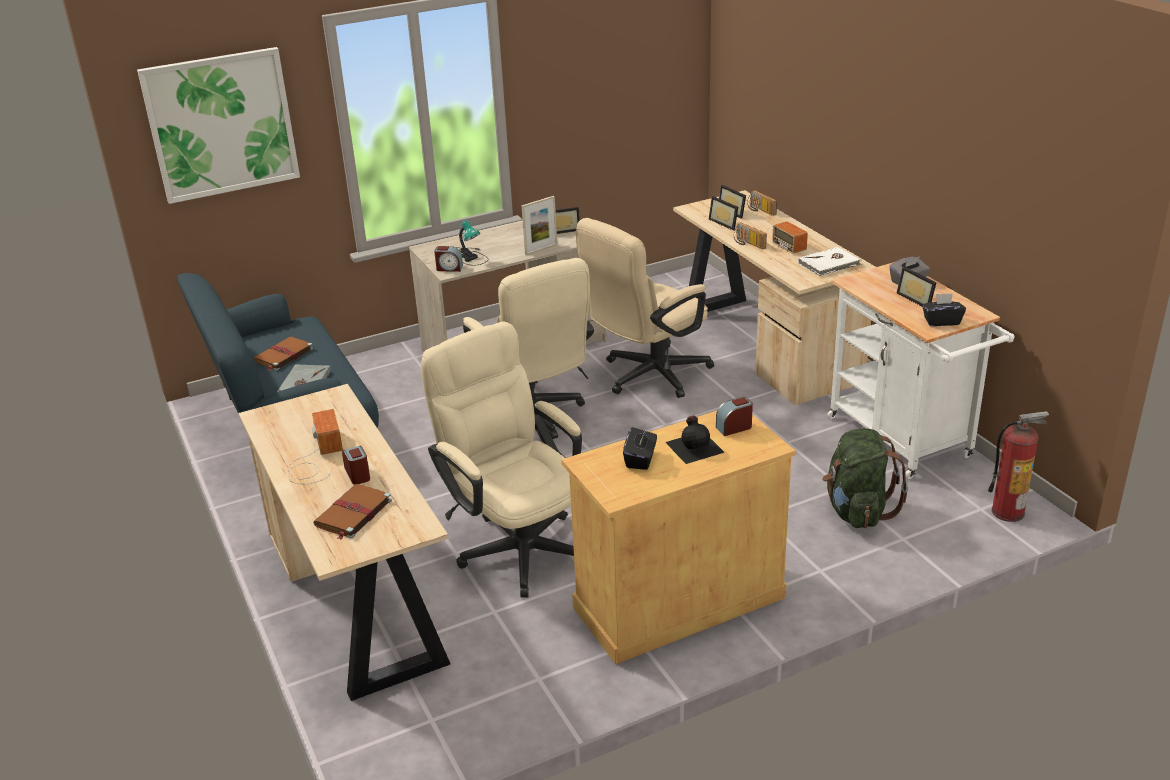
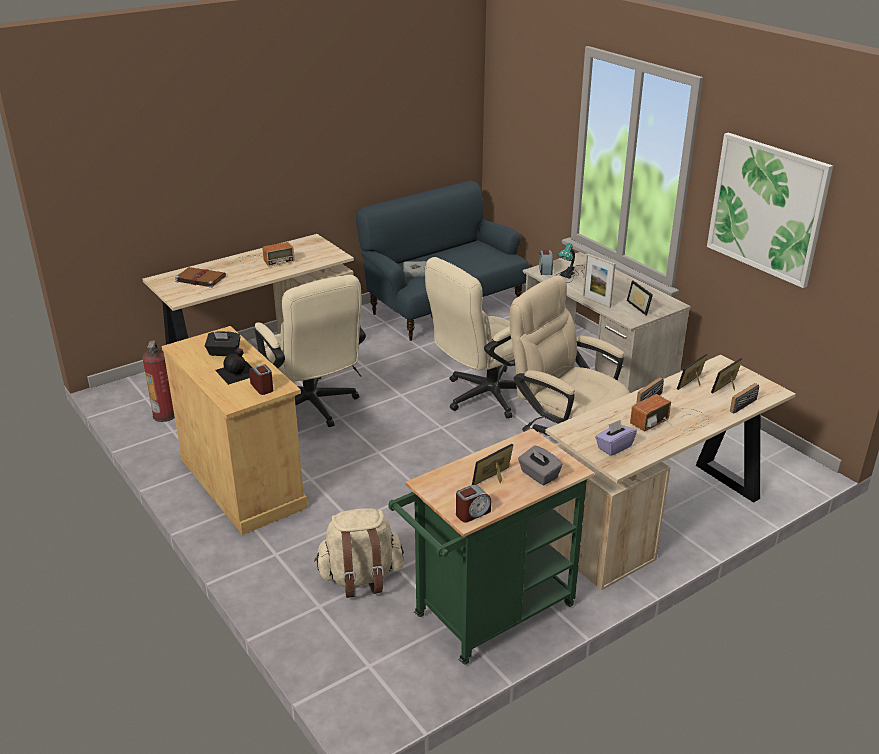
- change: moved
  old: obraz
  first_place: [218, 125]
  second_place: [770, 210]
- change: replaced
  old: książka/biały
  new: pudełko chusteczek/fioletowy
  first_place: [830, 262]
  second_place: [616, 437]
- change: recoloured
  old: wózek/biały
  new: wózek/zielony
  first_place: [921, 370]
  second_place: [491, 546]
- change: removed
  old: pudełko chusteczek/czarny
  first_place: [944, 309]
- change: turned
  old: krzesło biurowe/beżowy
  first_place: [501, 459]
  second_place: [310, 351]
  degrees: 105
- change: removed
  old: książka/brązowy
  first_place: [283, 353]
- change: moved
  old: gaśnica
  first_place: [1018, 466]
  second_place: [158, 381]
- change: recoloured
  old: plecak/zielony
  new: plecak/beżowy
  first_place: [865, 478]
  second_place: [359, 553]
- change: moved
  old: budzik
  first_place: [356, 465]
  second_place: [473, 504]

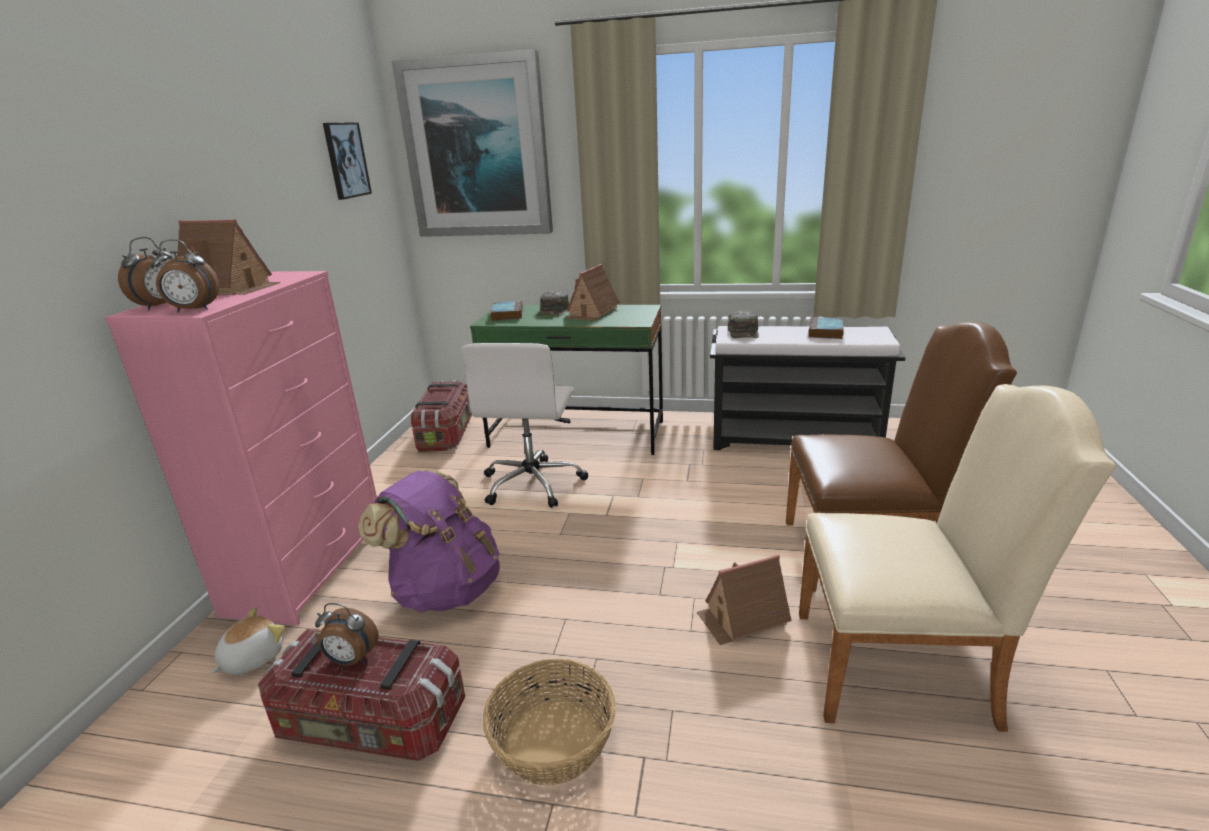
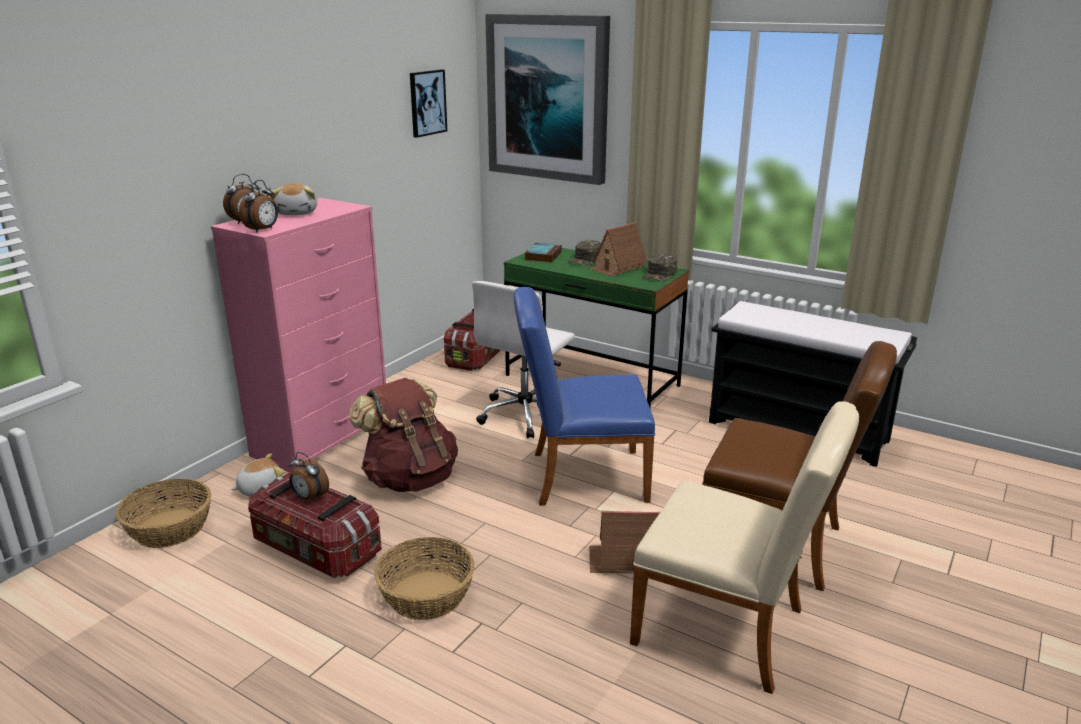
- change: replaced
  old: domek
  new: pluszak
  first_place: [228, 257]
  second_place: [293, 199]
- change: turned
  old: budzik
  first_place: [185, 275]
  second_place: [258, 206]
  degrees: -75
- change: moved
  old: czapka z daszkiem/zielony
  first_place: [743, 324]
  second_place: [659, 267]
- change: removed
  old: książka
  first_place: [826, 328]
- change: recoloured
  old: plecak/fioletowy
  new: plecak/brązowy
  first_place: [429, 541]
  second_place: [403, 435]
- change: added
  new: krzesło/niebieski
  second_place: [584, 396]
- change: added
  new: koszyk
  second_place: [163, 513]

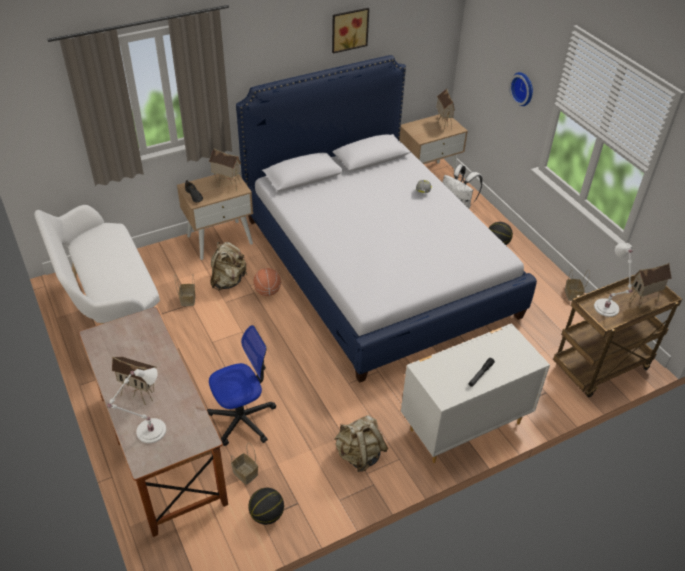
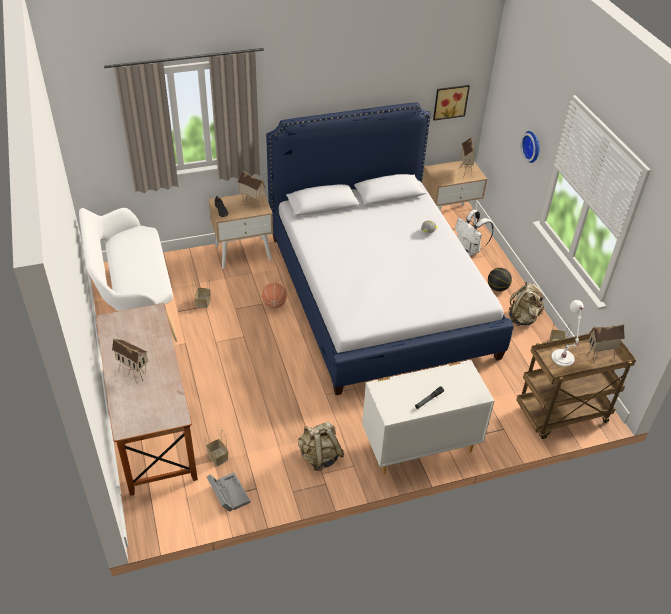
- change: moved
  old: obraz
  first_place: [350, 31]
  second_place: [451, 103]
- change: moved
  old: plecak/beżowy
  first_place: [228, 266]
  second_place: [527, 304]
- change: removed
  old: krzesło biurowe
  first_place: [241, 385]
- change: removed
  old: lampa stołowa/biały
  first_place: [136, 405]
- change: replaced
  old: piłka do koszykówki
  new: pojemnik do przechowywania/szary
  first_place: [266, 506]
  second_place: [228, 492]

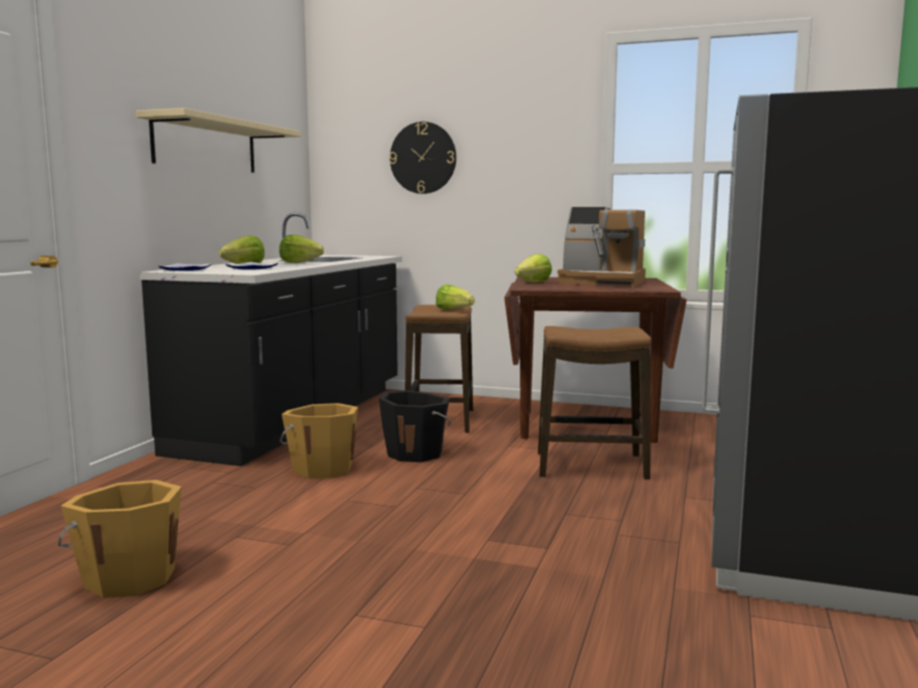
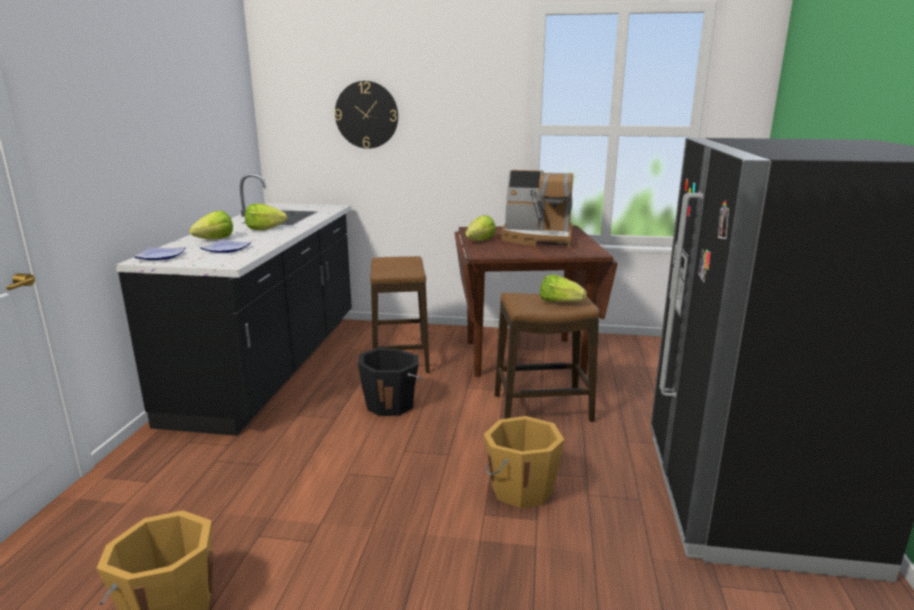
- change: removed
  old: półka/beżowy
  first_place: [218, 140]
- change: moved
  old: sałata
  first_place: [455, 297]
  second_place: [563, 288]
- change: moved
  old: wiadro/pomarańczowy
  first_place: [319, 440]
  second_place: [524, 462]

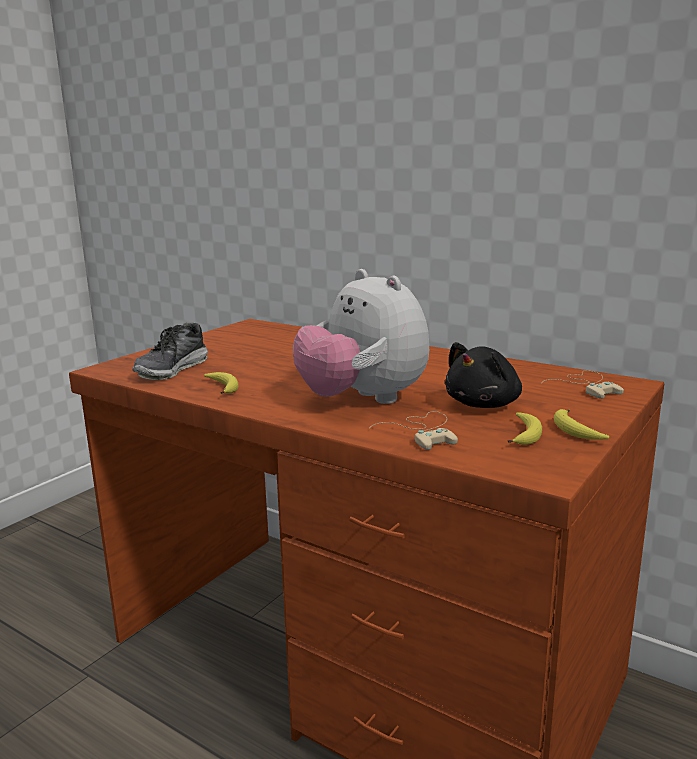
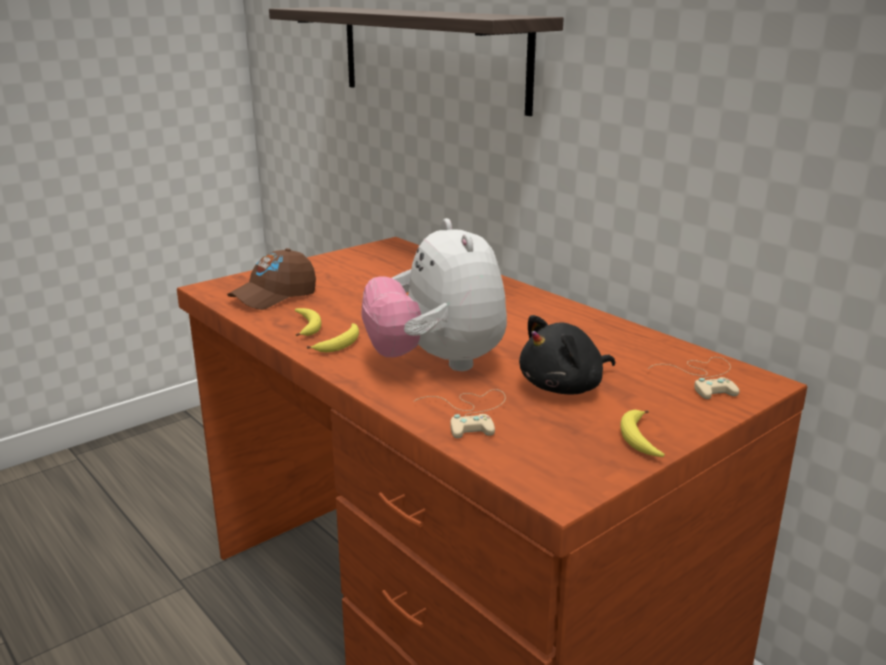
- change: replaced
  old: but
  new: czapka z daszkiem/brązowy
  first_place: [170, 351]
  second_place: [271, 279]
- change: moved
  old: banan
  first_place: [525, 428]
  second_place: [333, 337]
- change: added
  new: półka
  second_place: [416, 61]

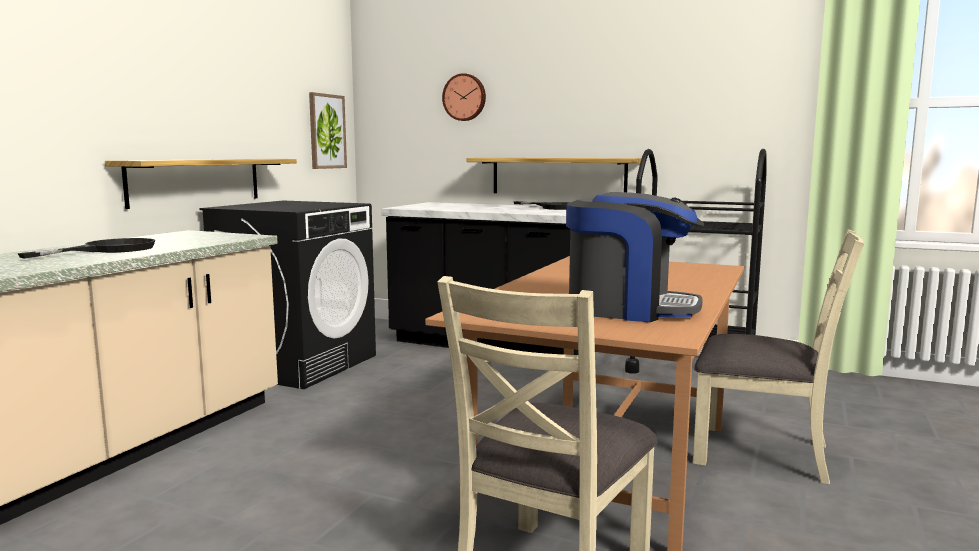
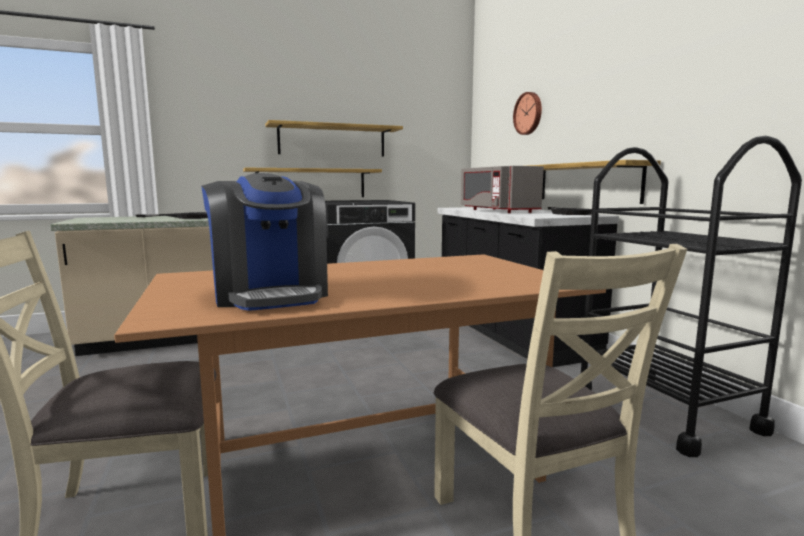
- change: removed
  old: obraz
  first_place: [328, 130]
- change: added
  new: półka
  second_place: [334, 138]
- change: added
  new: mikrofalówka/szary
  second_place: [502, 189]

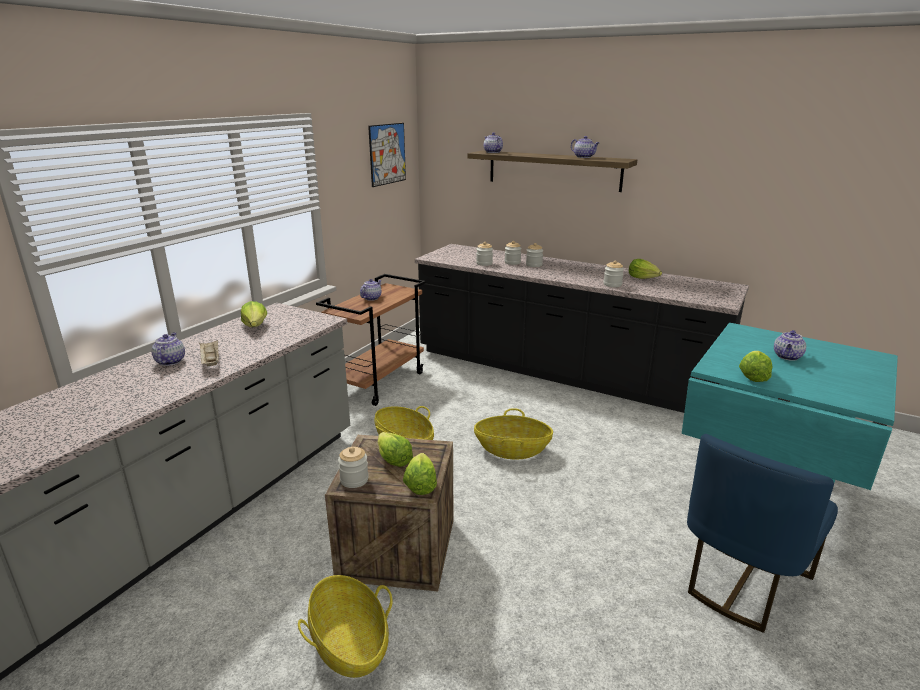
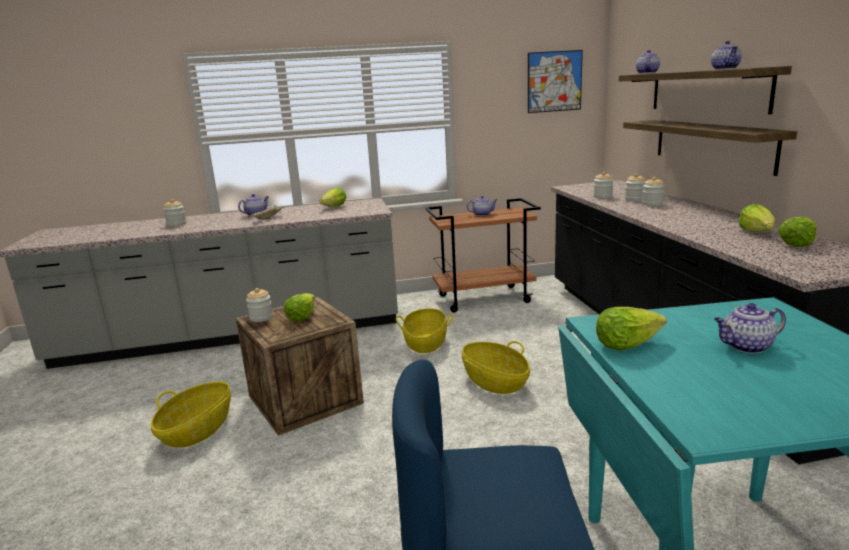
- change: moved
  old: słoik
  first_place: [614, 273]
  second_place: [174, 213]
- change: moved
  old: sałata
  first_place: [420, 474]
  second_place: [797, 232]
- change: added
  new: półka
  second_place: [710, 148]

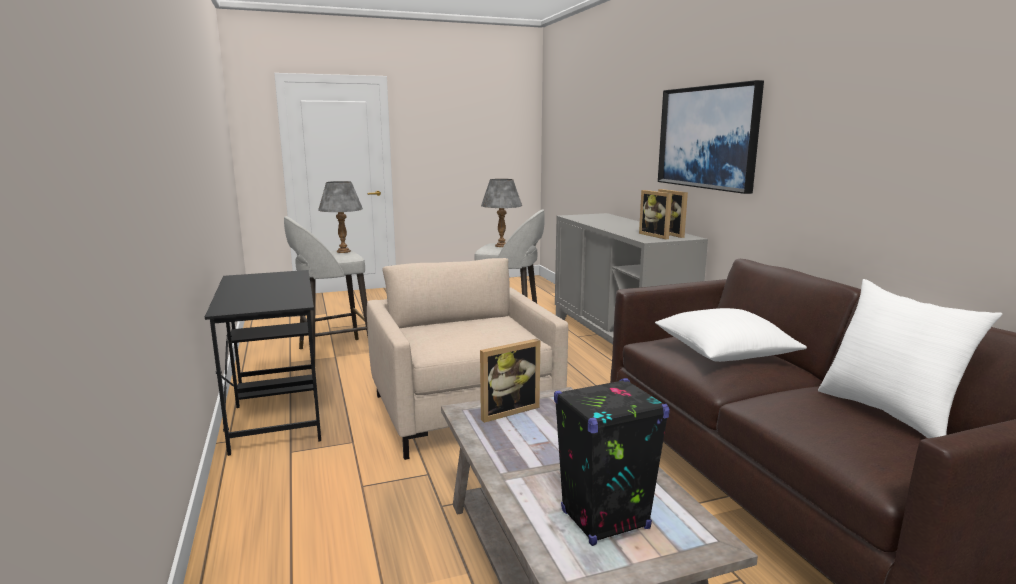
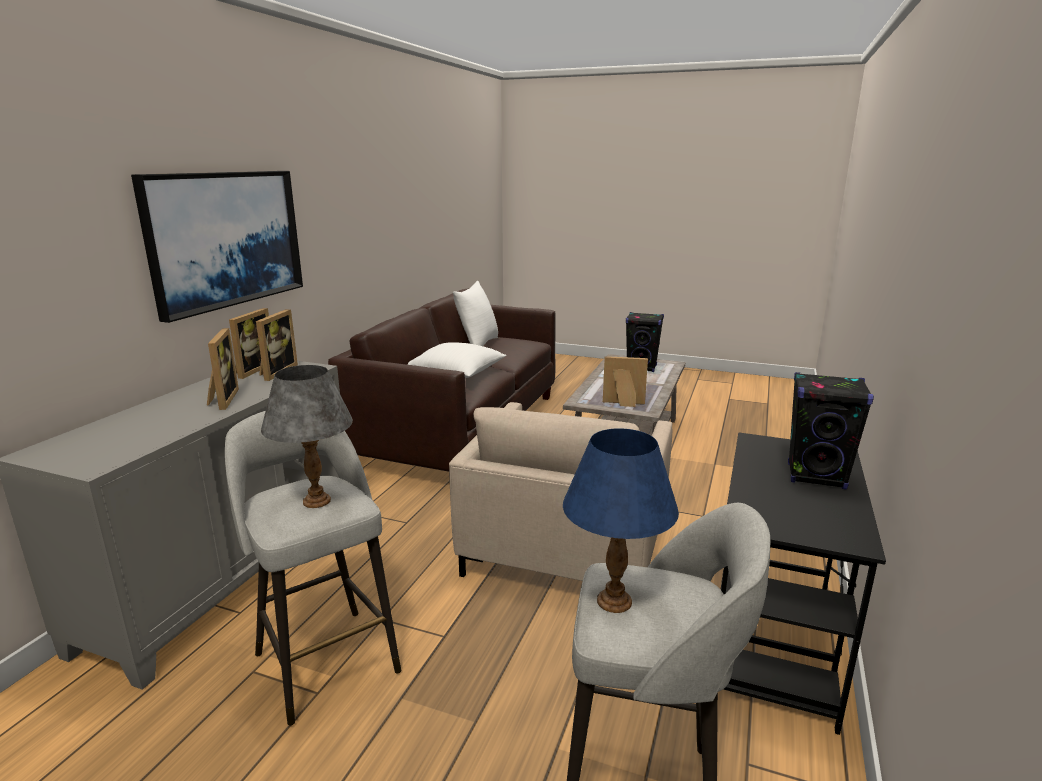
- change: recoloured
  old: lampa stołowa/szary
  new: lampa stołowa/niebieski
  first_place: [340, 217]
  second_place: [621, 520]
- change: added
  new: ramka na zdjęcie
  second_place: [223, 369]
- change: added
  new: głośnik/czarny
  second_place: [831, 431]

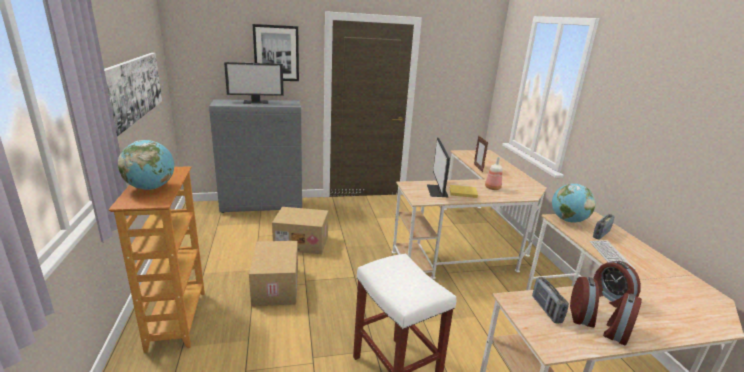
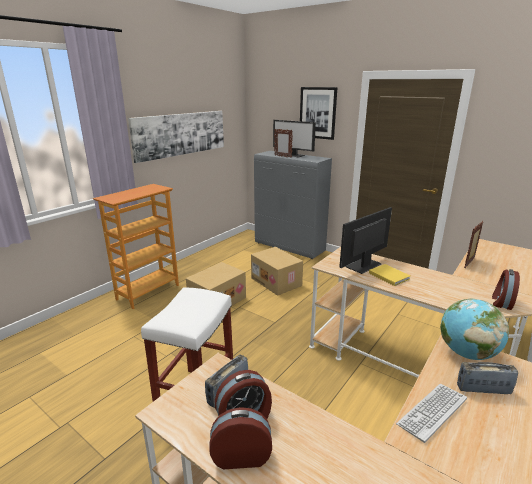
- change: removed
  old: globus
  first_place: [146, 165]
- change: removed
  old: butelka
  first_place: [494, 173]
- change: moved
  old: budzik
  first_place: [617, 284]
  second_place: [506, 289]
- change: added
  new: ramka na zdjęcie
  second_place: [283, 143]

